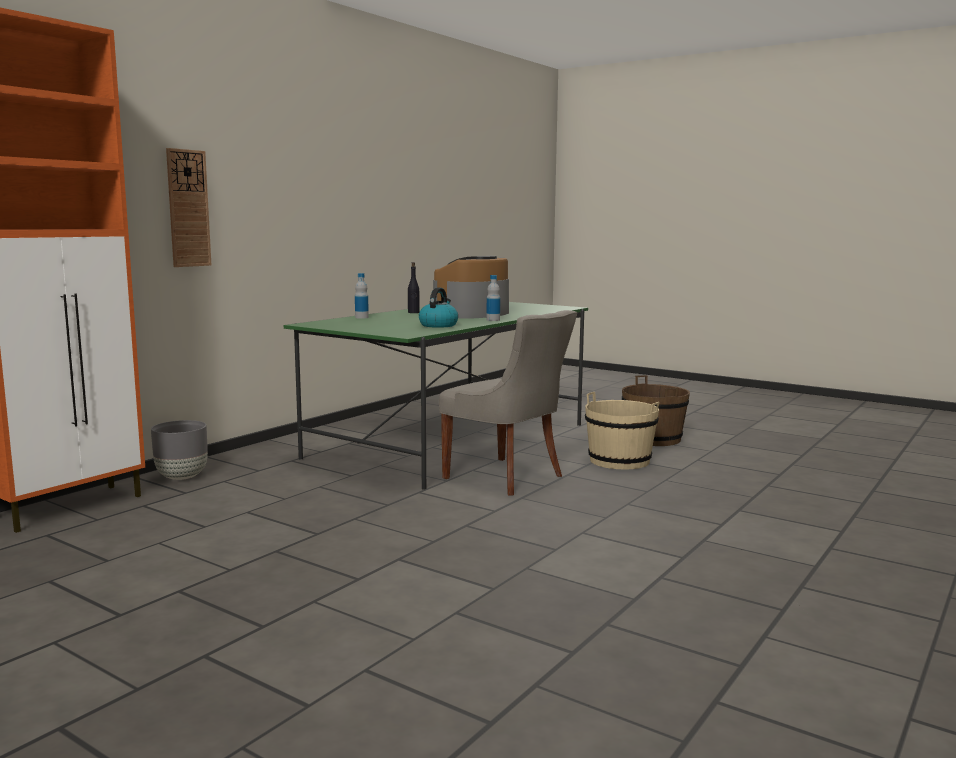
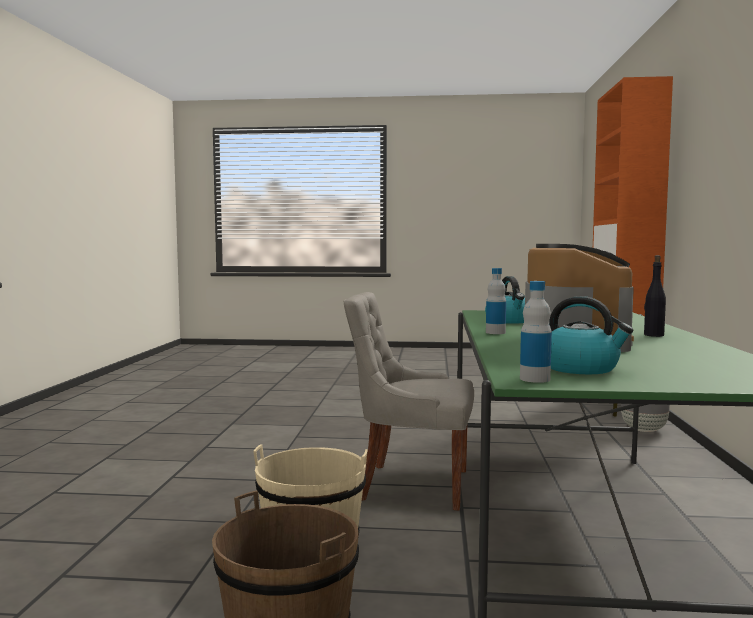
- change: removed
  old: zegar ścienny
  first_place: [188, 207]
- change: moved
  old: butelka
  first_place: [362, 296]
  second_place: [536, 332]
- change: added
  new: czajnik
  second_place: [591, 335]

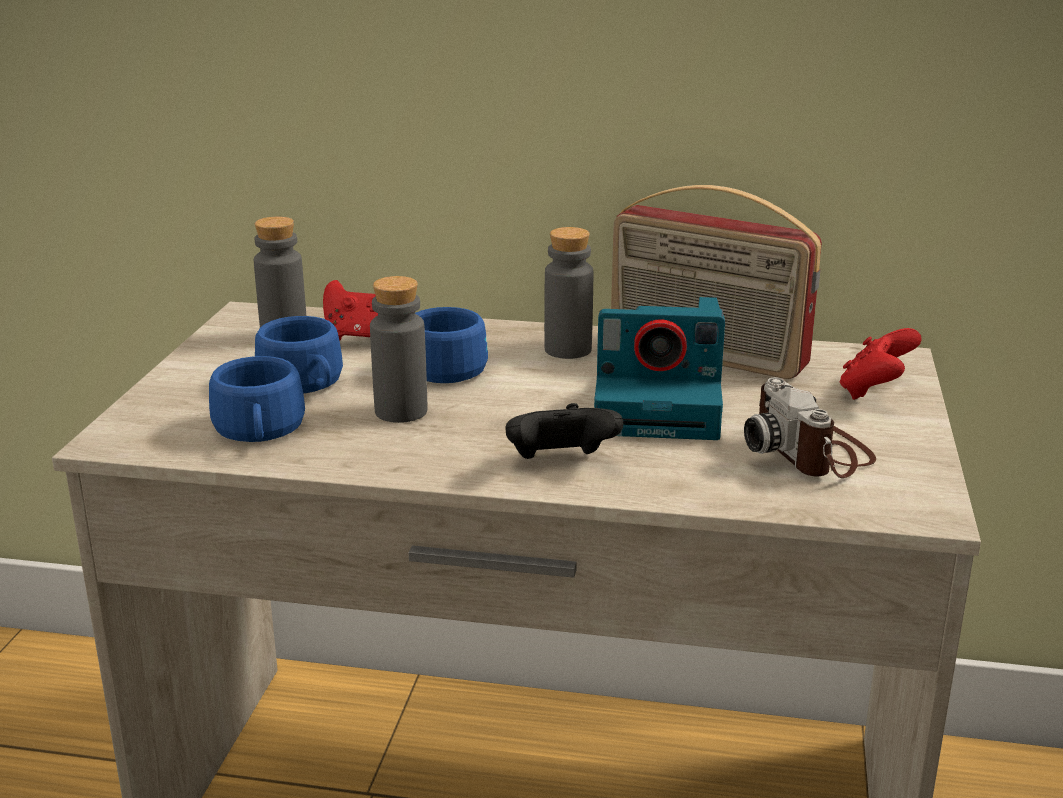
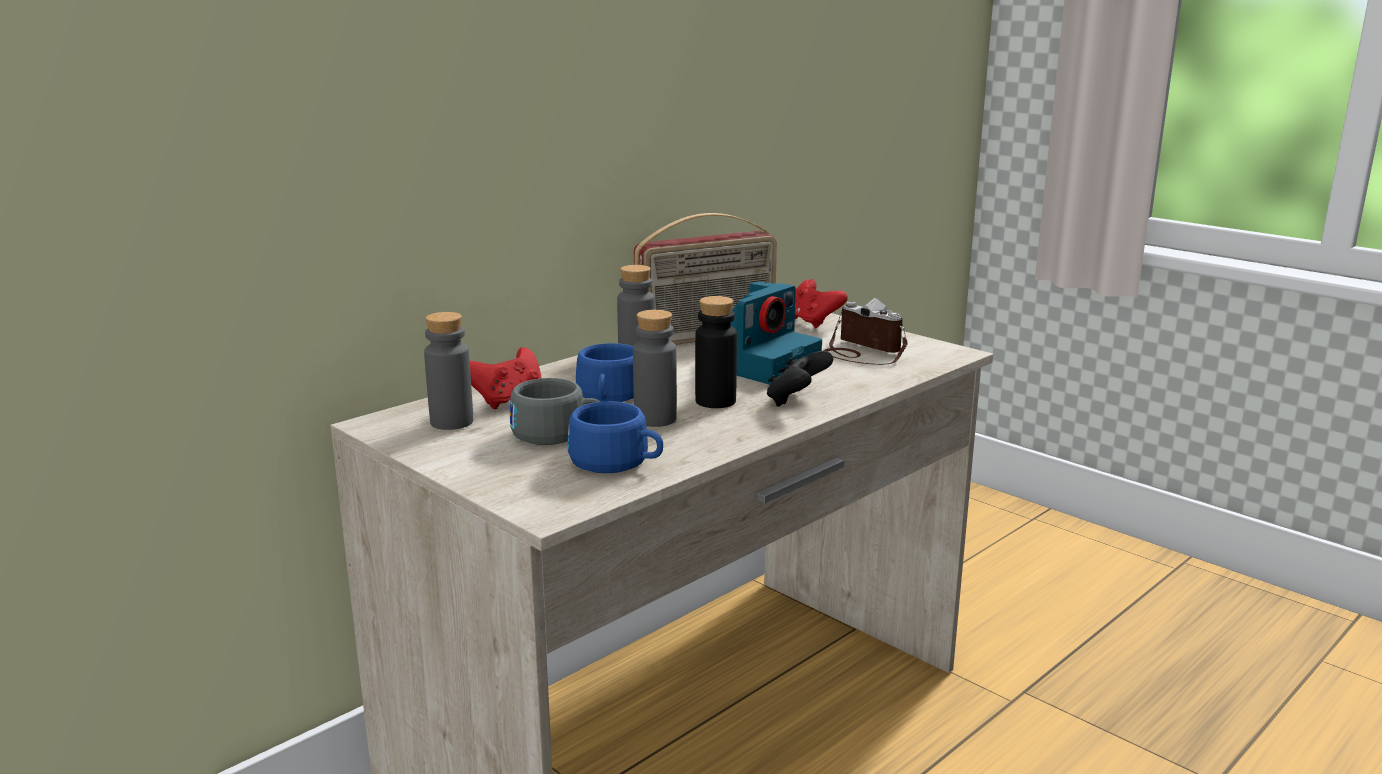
- change: recoloured
  old: filiżanka/niebieski
  new: filiżanka/szary
  first_place: [299, 354]
  second_place: [555, 411]
- change: turned
  old: aparat fotograficzny
  first_place: [810, 427]
  second_place: [865, 331]
  degrees: -150
- change: added
  new: butelka/czarny
  second_place: [716, 352]

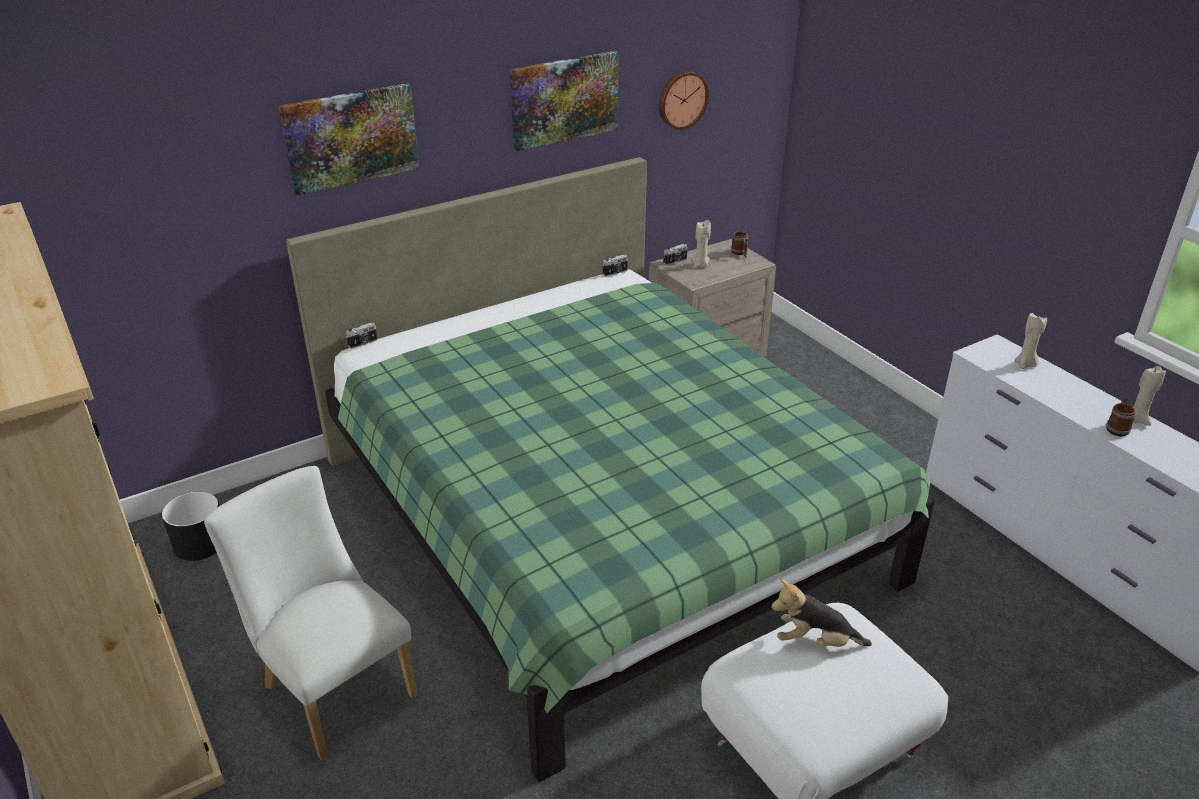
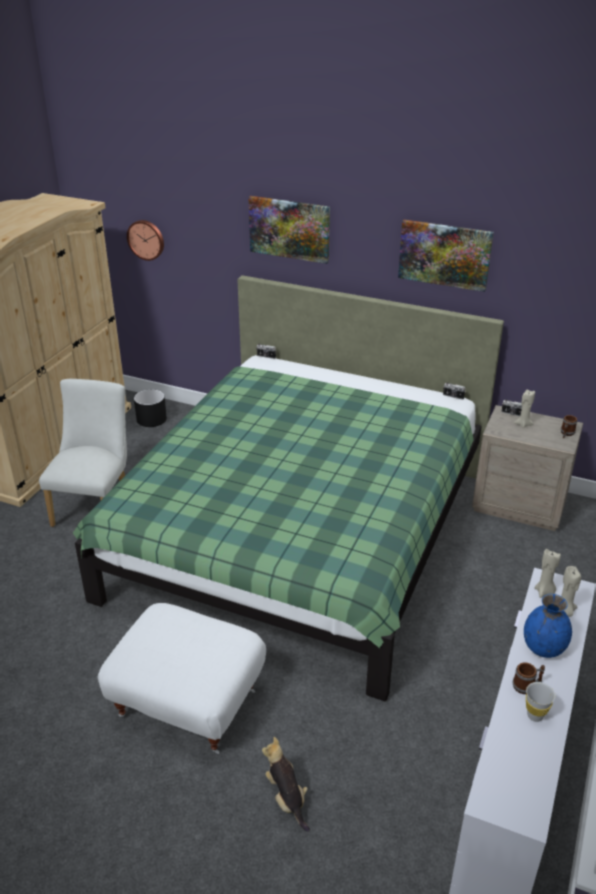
- change: moved
  old: zegar ścienny
  first_place: [684, 100]
  second_place: [145, 240]
- change: moved
  old: świeca/beżowy
  first_place: [1149, 396]
  second_place: [548, 573]
- change: moved
  old: pluszak
  first_place: [821, 613]
  second_place: [286, 784]
- change: added
  new: wazon/niebieski
  second_place: [548, 626]
- change: added
  new: filiżanka/biały
  second_place: [540, 702]

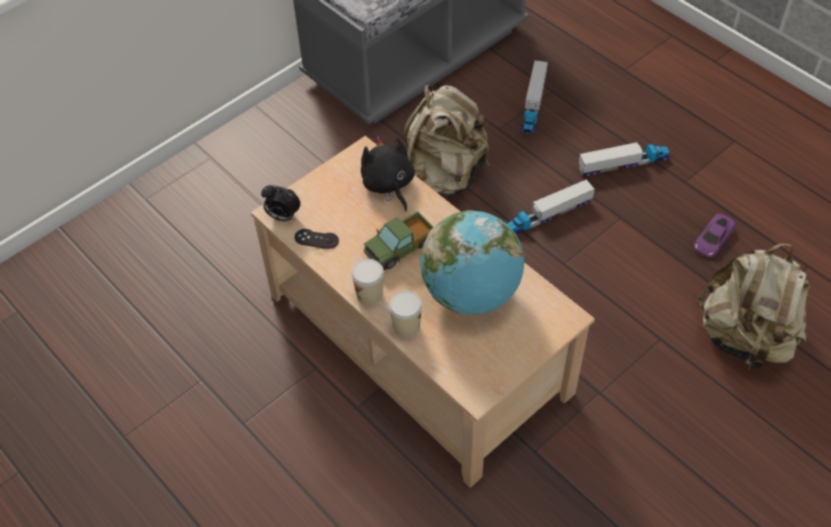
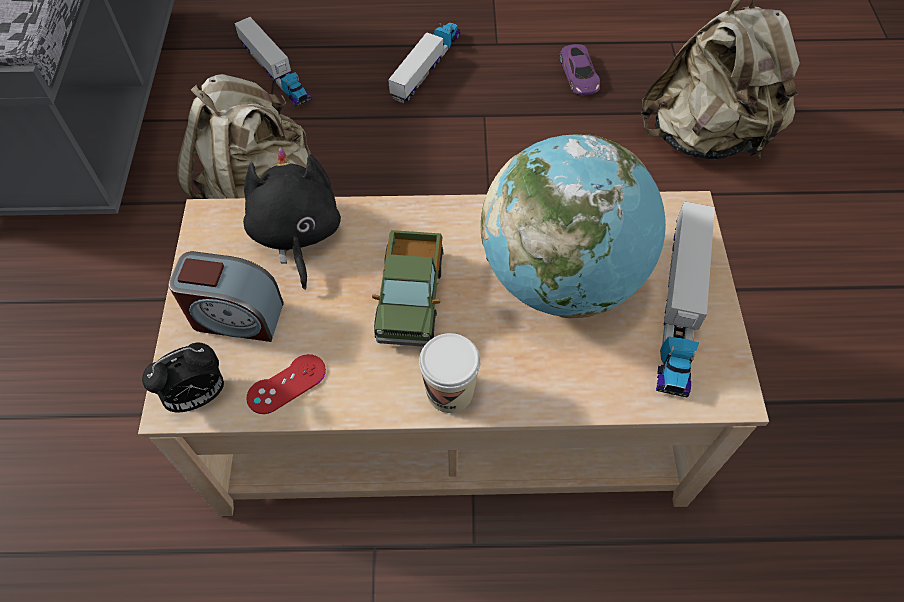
- change: turned
  old: pluszak/czarny
  first_place: [388, 173]
  second_place: [292, 219]
  degrees: 60
- change: moved
  old: ciężarówka zabawkowa
  first_place: [551, 207]
  second_place: [685, 299]
- change: recoloured
  old: pad do gier/czarny
  new: pad do gier/czerwony
  first_place: [317, 239]
  second_place: [286, 384]
- change: removed
  old: filiżanka
  first_place: [405, 314]
- change: added
  new: budzik
  second_place: [226, 296]

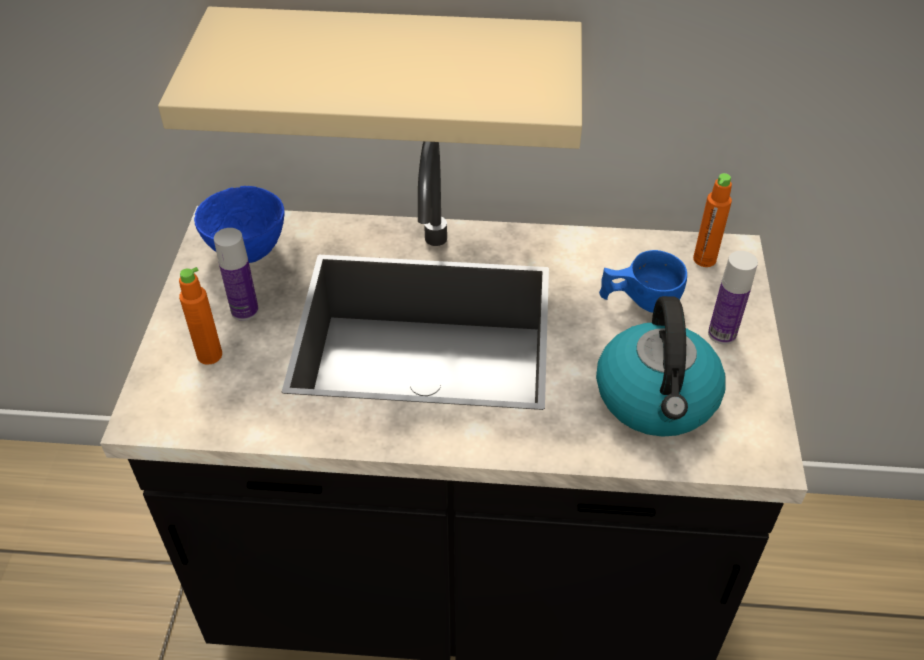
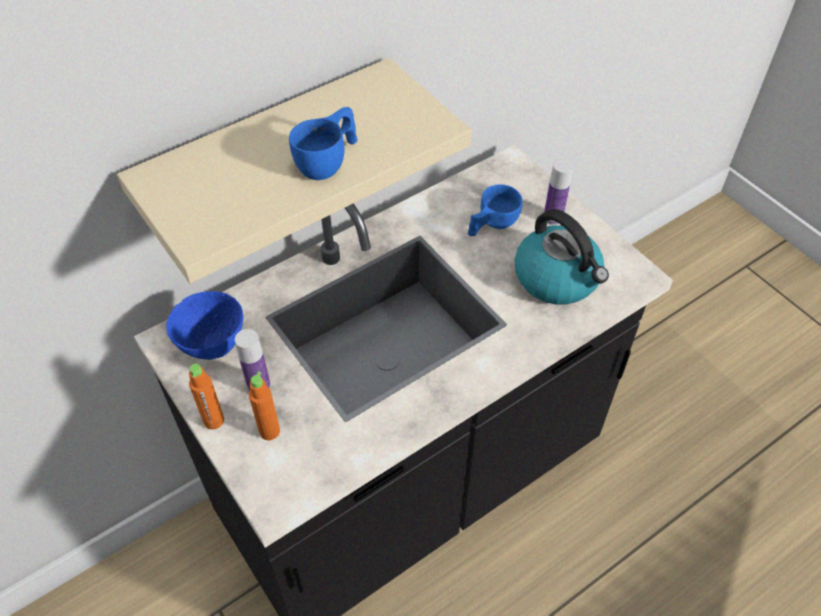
- change: moved
  old: butelka/pomarańczowy
  first_place: [712, 220]
  second_place: [206, 396]
- change: added
  new: filiżanka/niebieski
  second_place: [323, 143]

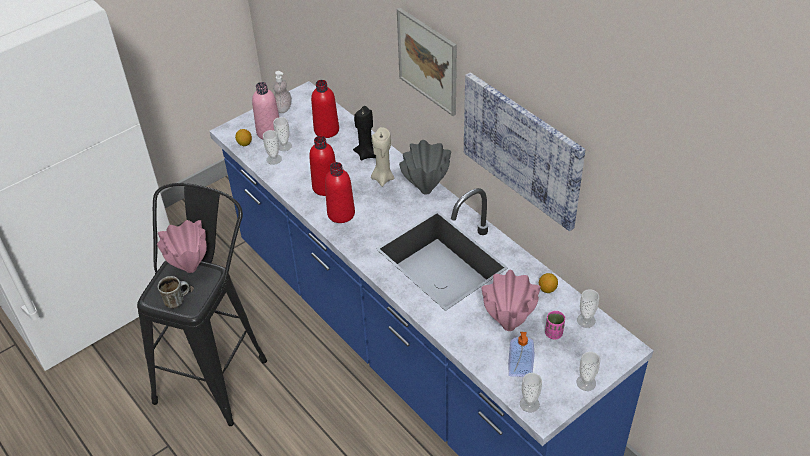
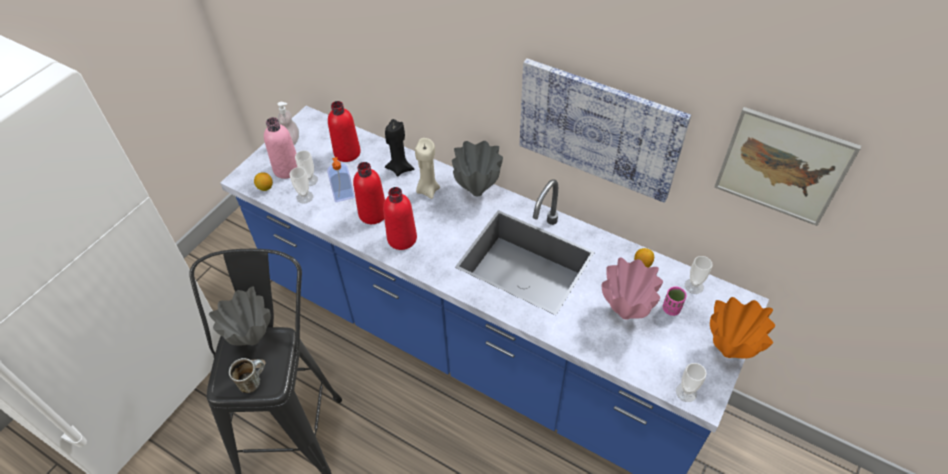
- change: moved
  old: obraz
  first_place: [427, 62]
  second_place: [787, 166]
- change: recoloured
  old: wazon/różowy
  new: wazon/szary
  first_place: [182, 246]
  second_place: [240, 315]
- change: moved
  old: dozownik mydła
  first_place: [521, 354]
  second_place: [341, 179]
- change: replaced
  old: filiżanka
  new: wazon/pomarańczowy
  first_place: [588, 371]
  second_place: [742, 327]

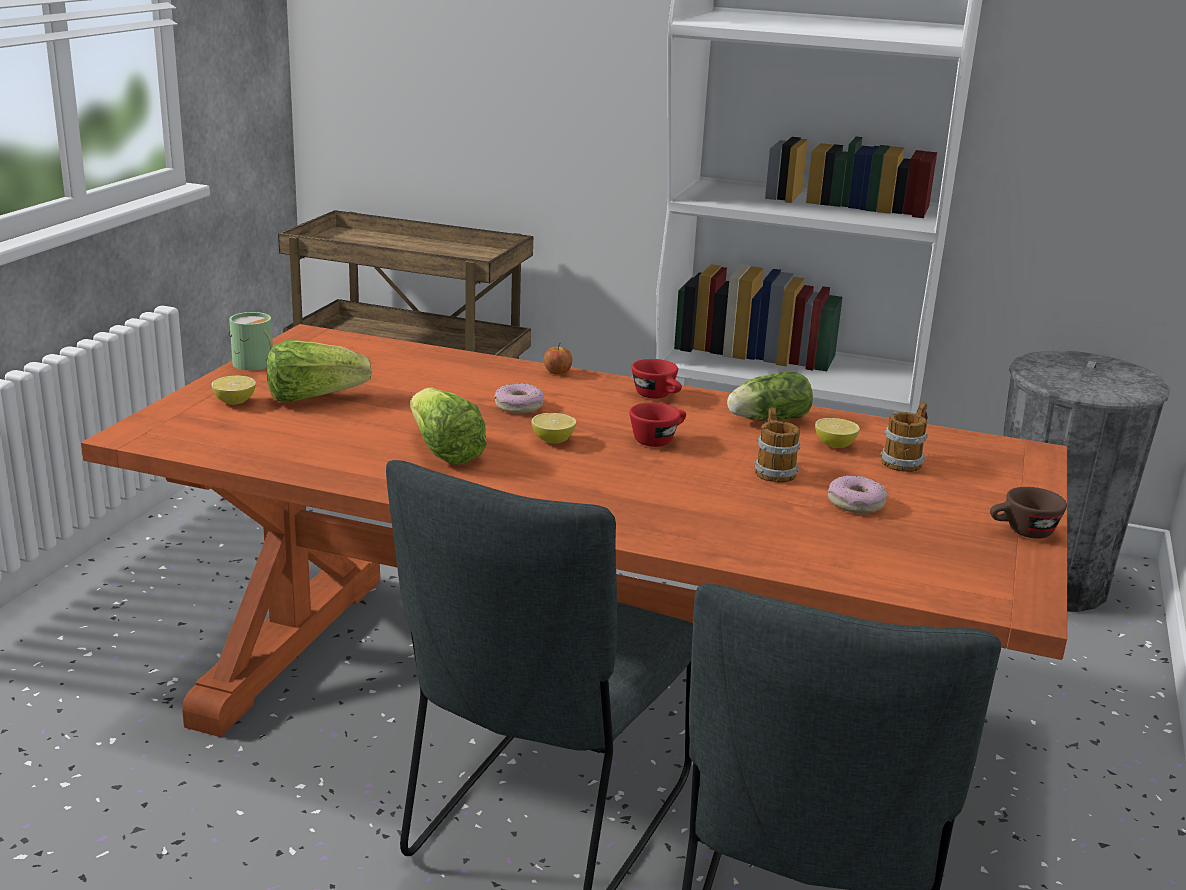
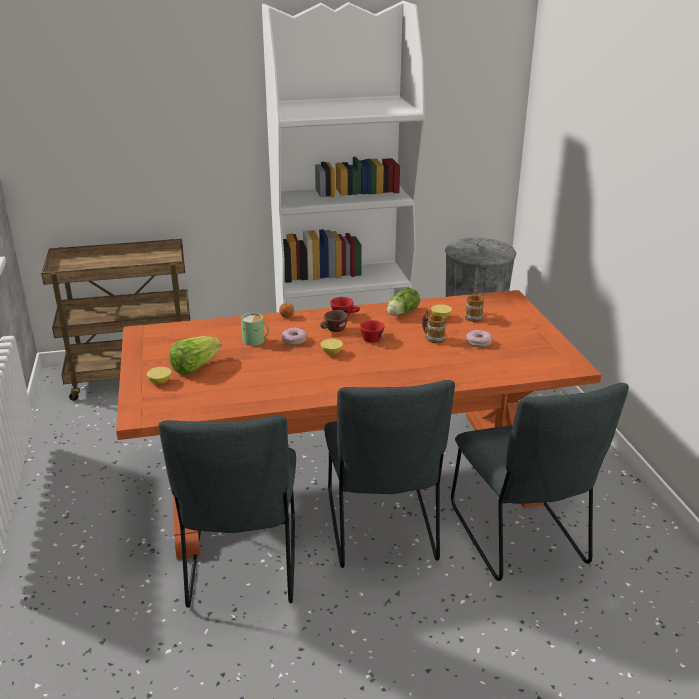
- change: moved
  old: kubek/zielony
  first_place: [251, 341]
  second_place: [255, 329]
- change: removed
  old: sałata
  first_place: [448, 426]
- change: moved
  old: filiżanka/brązowy
  first_place: [1028, 513]
  second_place: [334, 321]
- change: added
  new: krzesło/szary
  second_place: [227, 511]

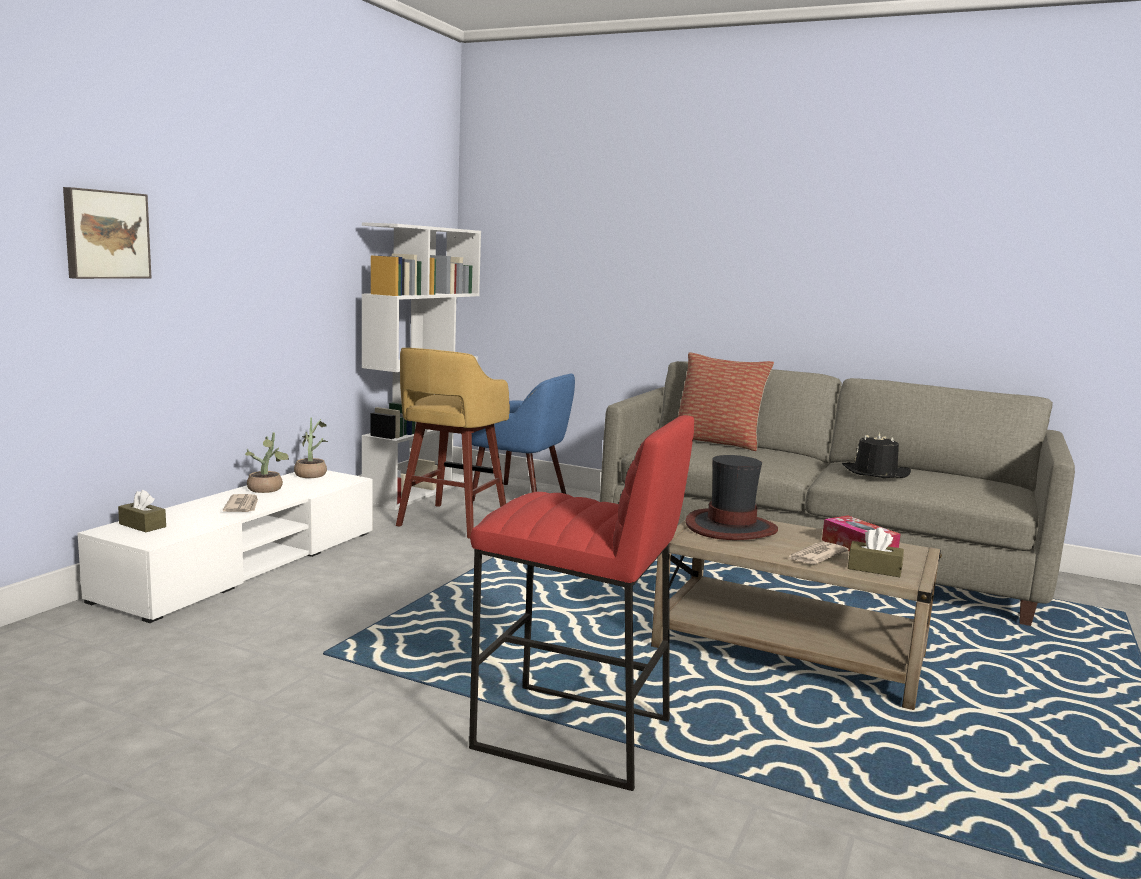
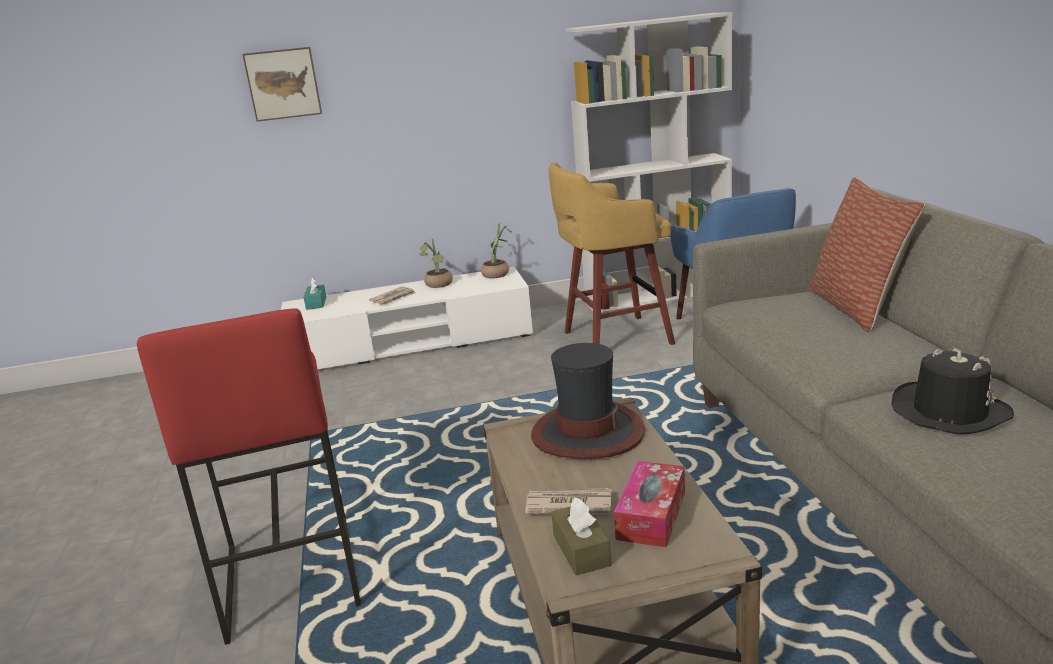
- change: recoloured
  old: pudełko chusteczek/brązowy
  new: pudełko chusteczek/turkusowy
  first_place: [142, 511]
  second_place: [314, 294]

